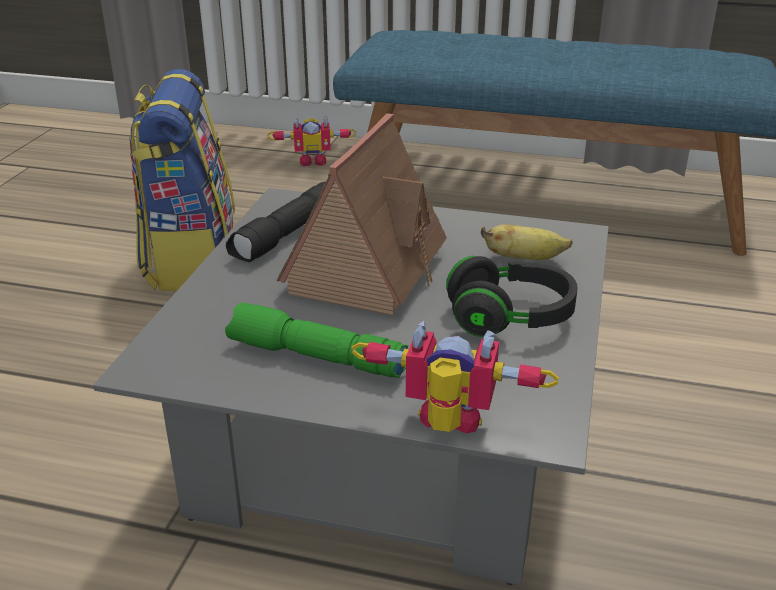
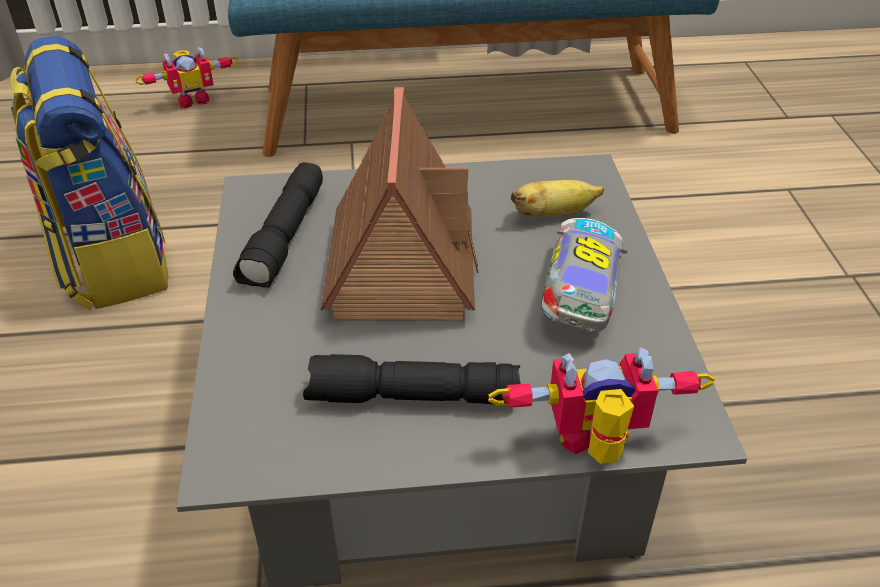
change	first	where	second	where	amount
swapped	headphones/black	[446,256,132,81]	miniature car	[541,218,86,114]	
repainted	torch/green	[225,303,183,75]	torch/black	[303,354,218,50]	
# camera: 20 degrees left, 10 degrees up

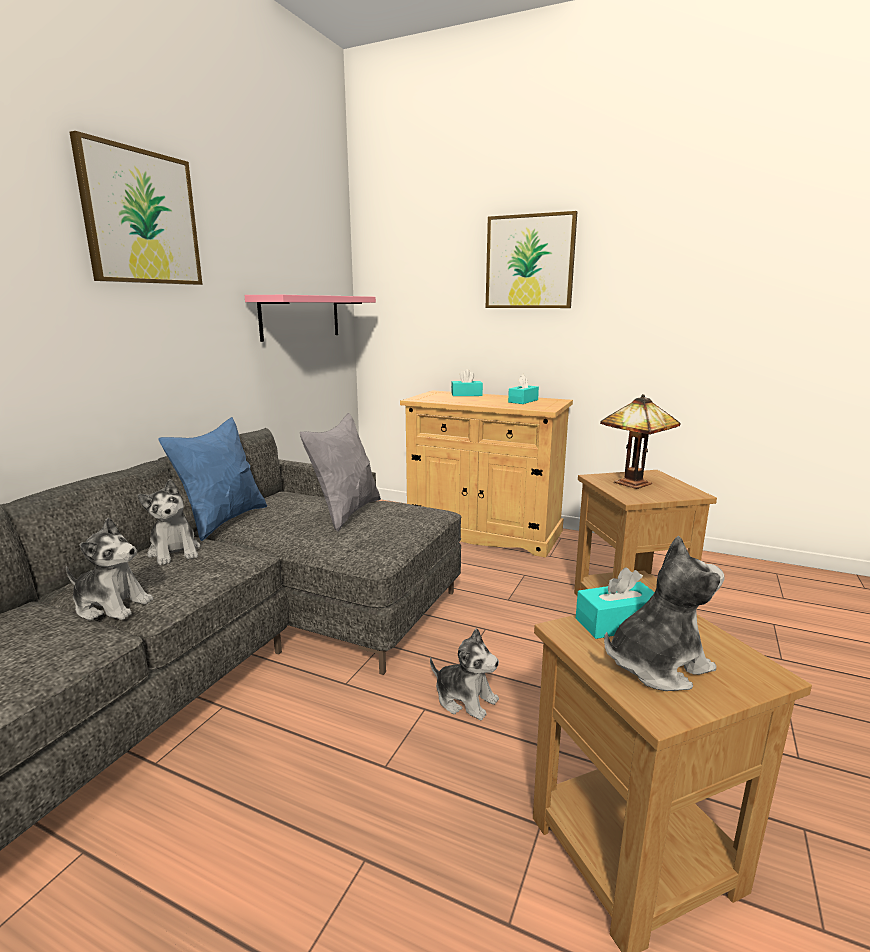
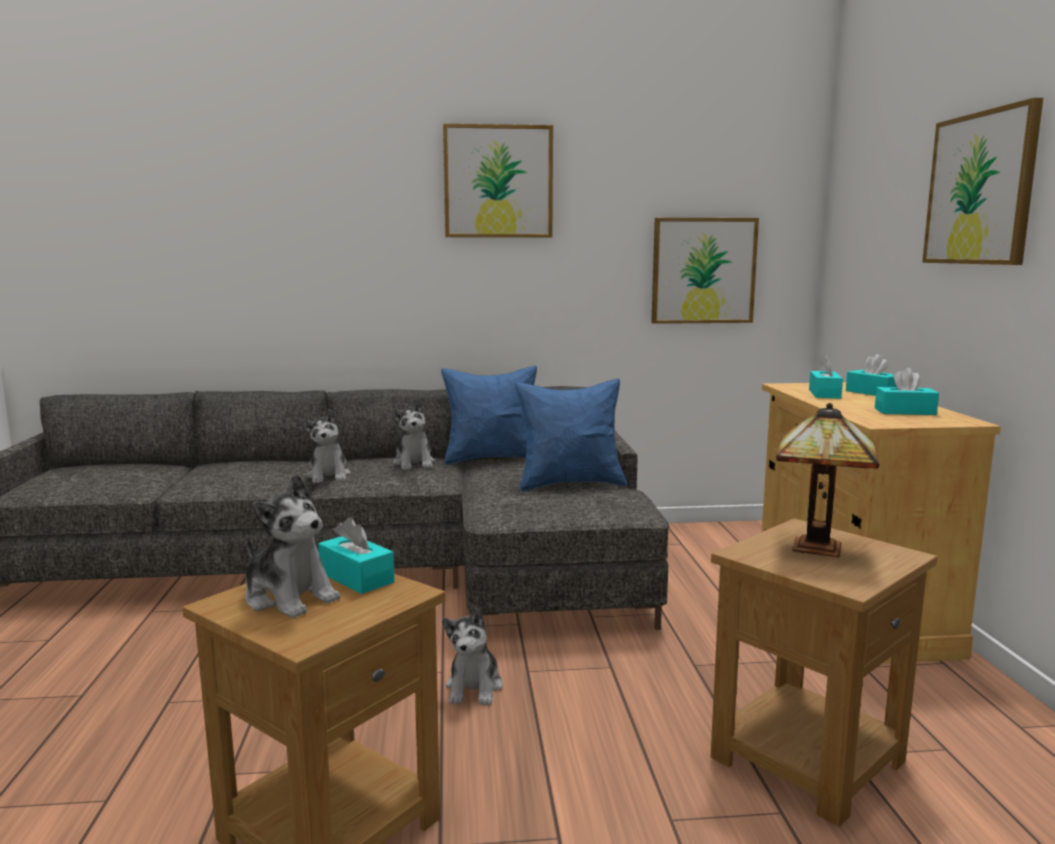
change	first	where	second	where	amount
swapped	bracket shelf/pink	[245,295,131,47]	wall art	[651,218,108,106]	
repainted	cushion/grey	[300,413,81,119]	cushion/blue	[515,378,112,113]	
rotated	soft toy	[137,479,64,86]		[391,399,44,71]	45 degrees counterclockwise
new			tissue box/turquoise	[809,355,34,44]	
# camera: 60 degrees right, 5 degrees down

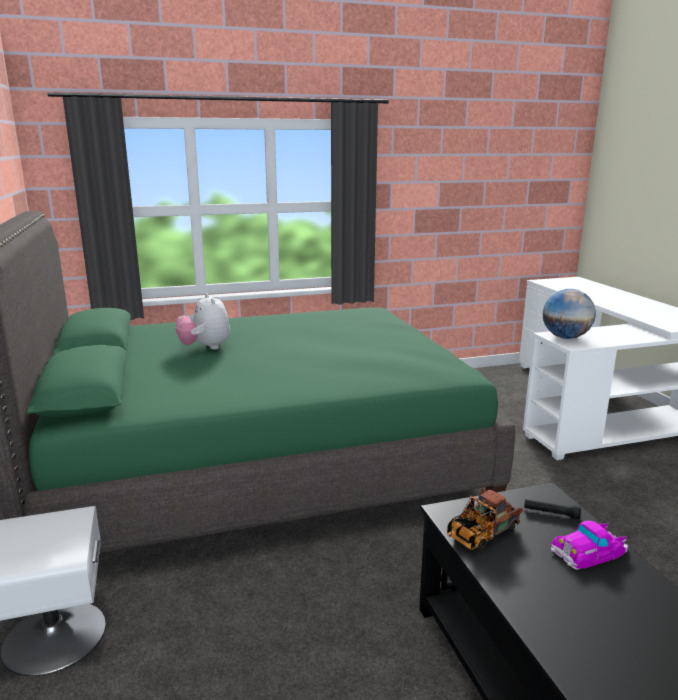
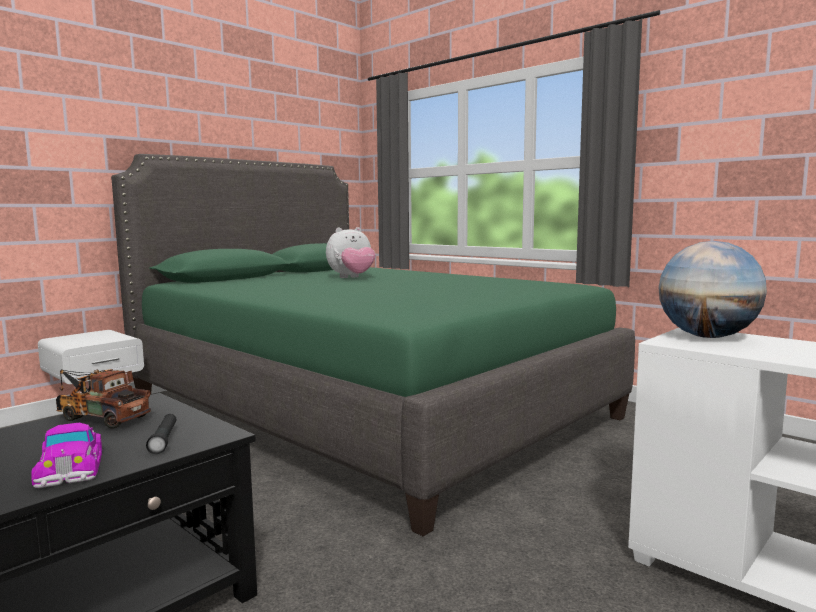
change	first	where	second	where	amount
rotated	soft toy	[176,293,54,57]		[326,227,50,51]	150 degrees counterclockwise
rotated	miniature car	[551,521,77,49]		[31,423,71,65]	150 degrees counterclockwise
# camera: 60 degrees right, 10 degrees down

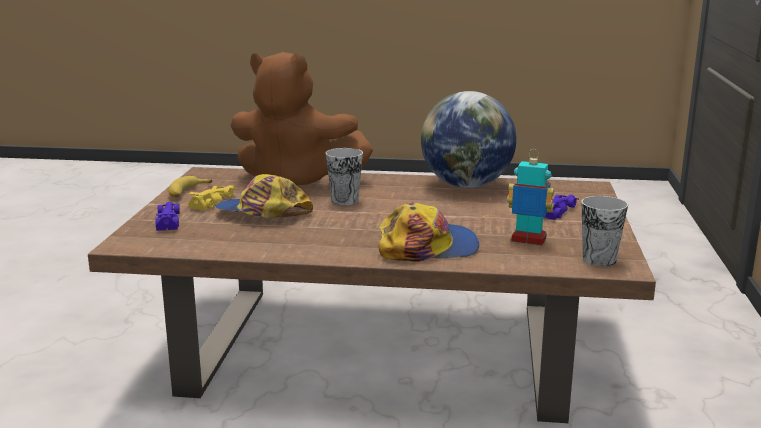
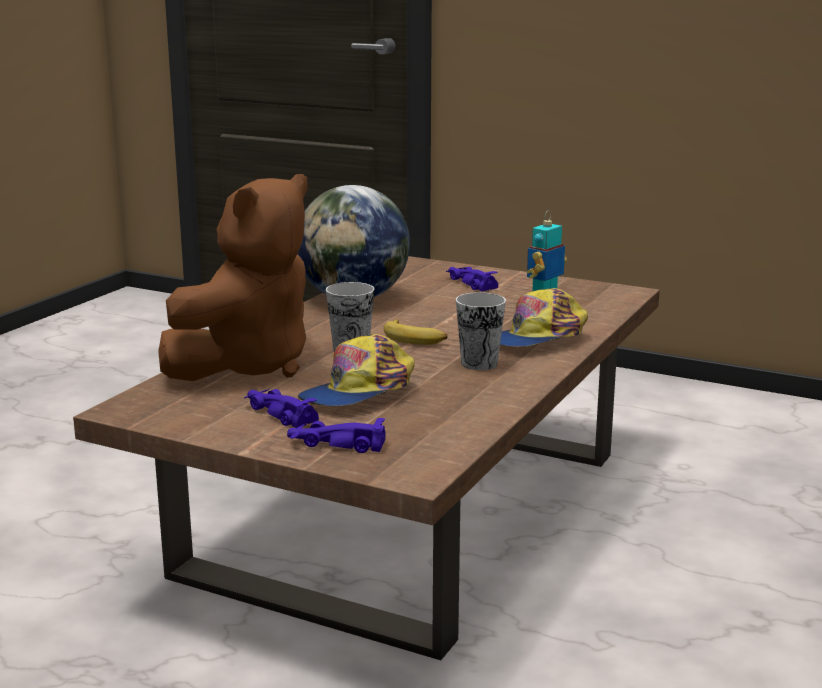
change	first	where	second	where	amount
shifted	whole banana	[168,176,44,22]		[384,319,64,26]	
repainted	miniature car/yellowish	[188,185,49,26]	miniature car/purple	[244,389,75,39]	
shifted	cup	[581,196,47,70]		[456,292,50,78]	
rotated	peaked cap	[378,202,101,60]		[500,288,88,59]	135 degrees counterclockwise
# camera: 70 degrees left, 0 degrees up

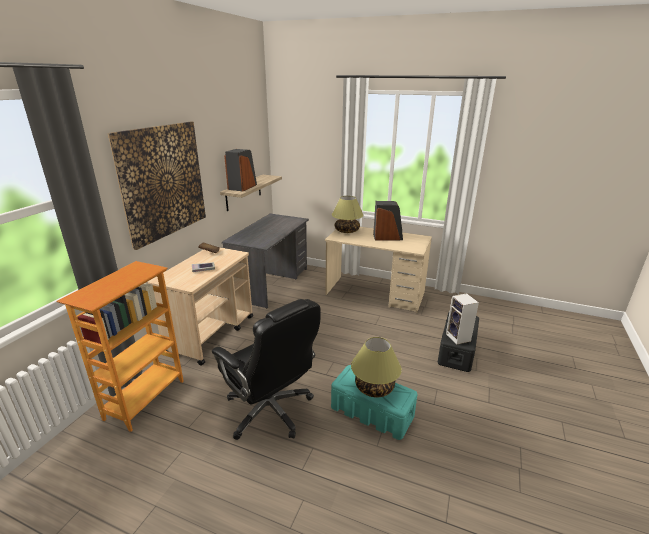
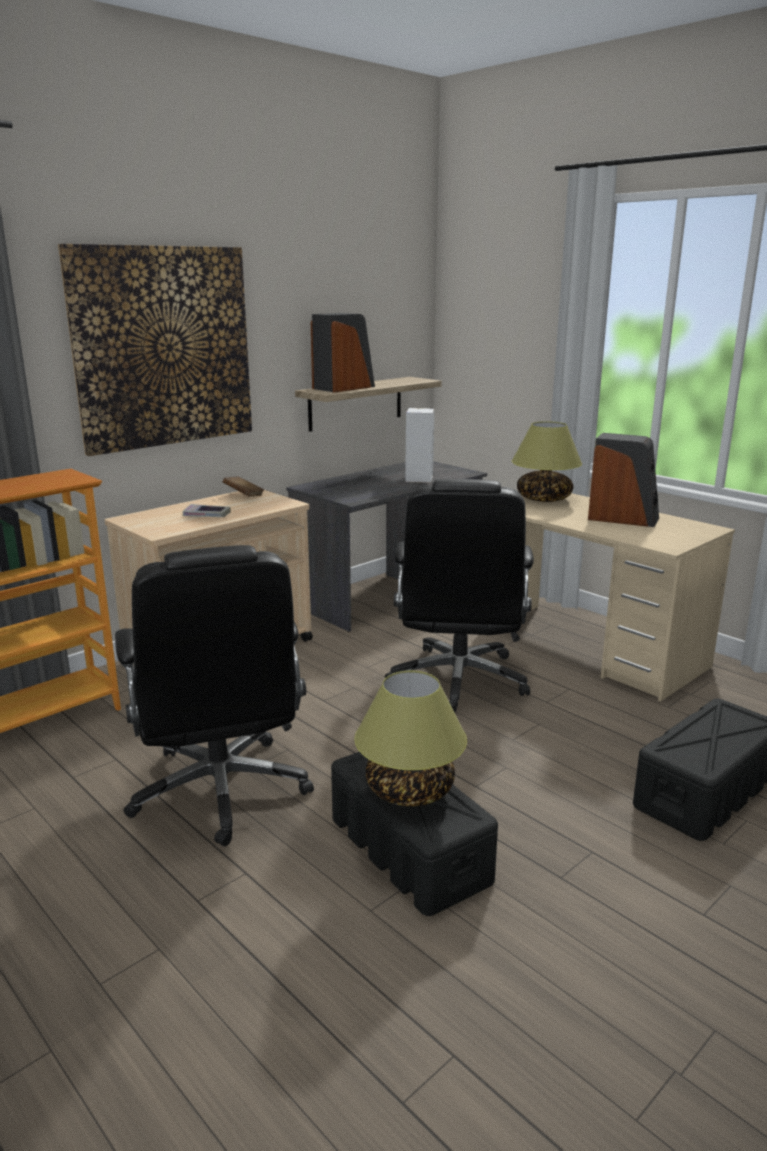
change	first	where	second	where	amount
shifted	loudspeaker	[446,293,33,52]		[405,408,29,75]	
repainted	storage box/turquoise	[331,365,86,75]	storage box/black	[331,752,167,164]	
new			computer chair/black	[385,479,149,234]	
# camera: 25 degrees right, 5 degrees down

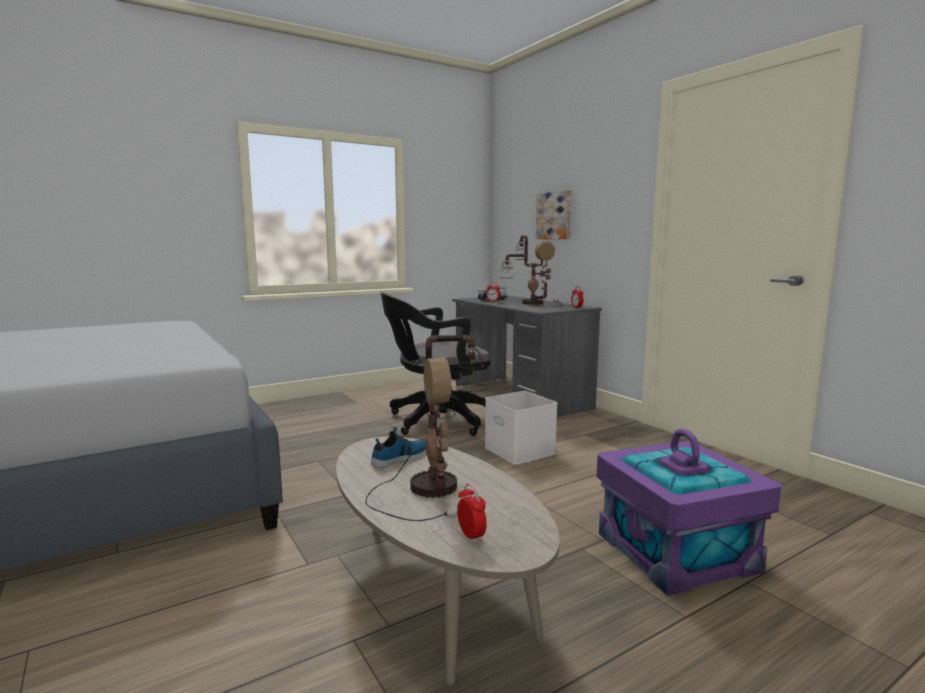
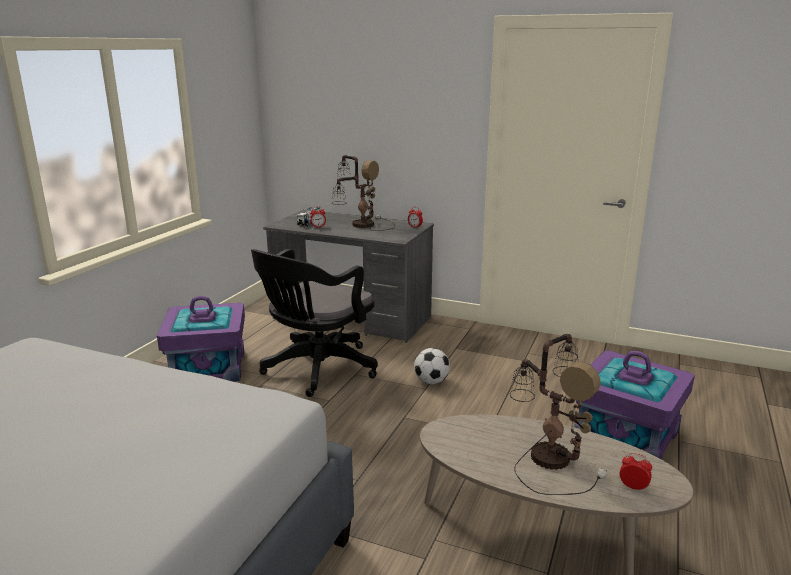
change	first	where	second	where	amount
gone	wall art	[536,190,35,49]			
swapped	storage box/whitish	[485,391,73,74]	football	[414,348,36,36]	
gone	item of footwear	[371,427,55,41]			
new			storage box/purple	[157,296,88,86]	
# camera: 35 degrees left, 10 degrees up

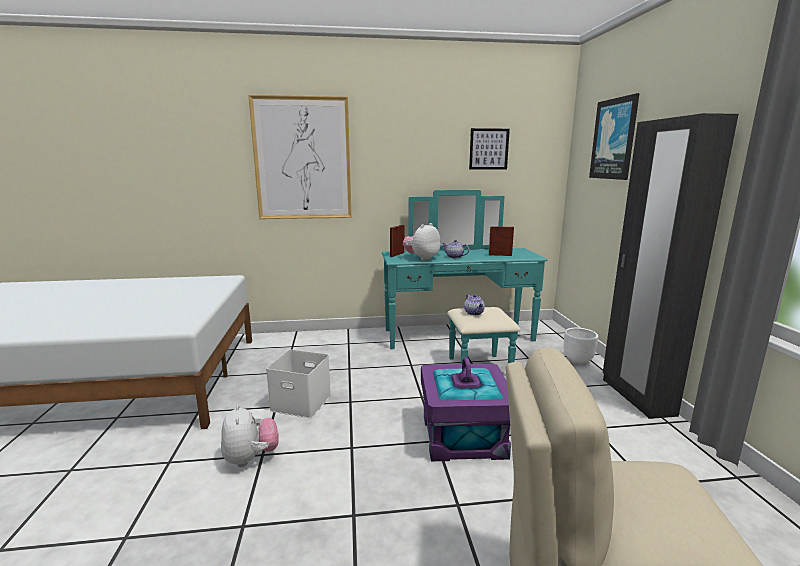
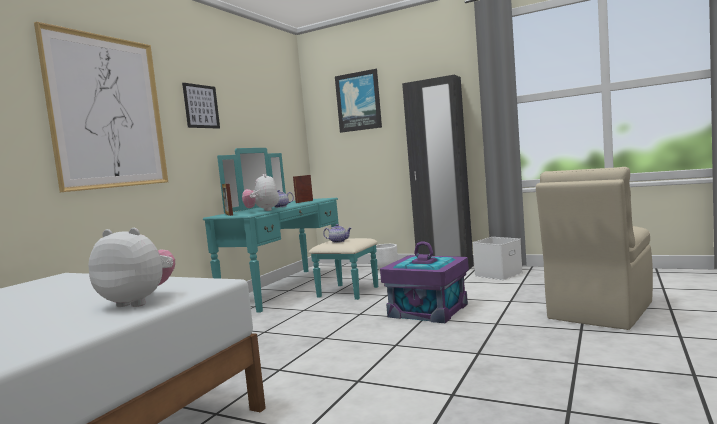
change	first	where	second	where	amount
shifted	wall art	[469,128,41,42]		[182,83,38,46]	
shifted	storage box/whitish	[266,349,65,69]		[472,237,51,43]	
shifted	soft toy	[221,405,58,62]		[88,228,87,79]	
# camera: 55 degrees left, 10 degrees down

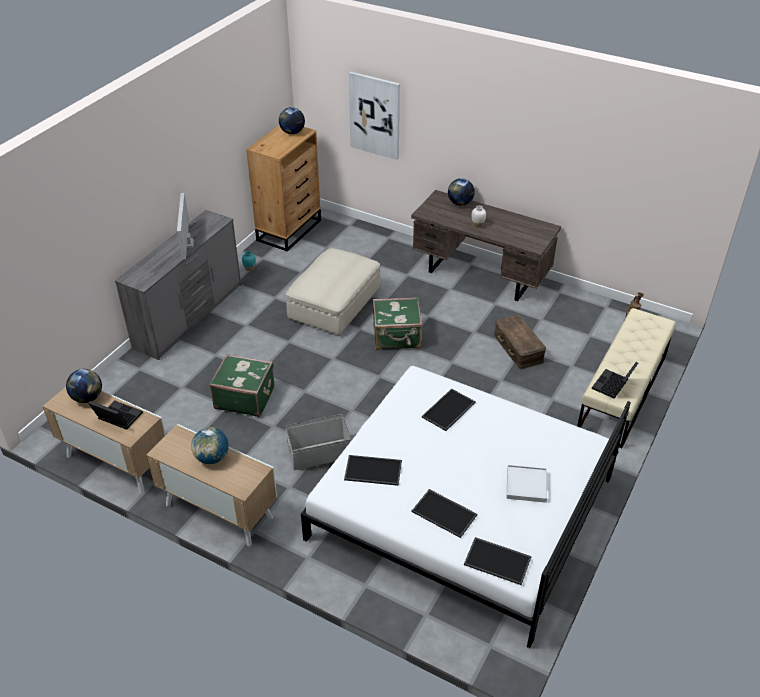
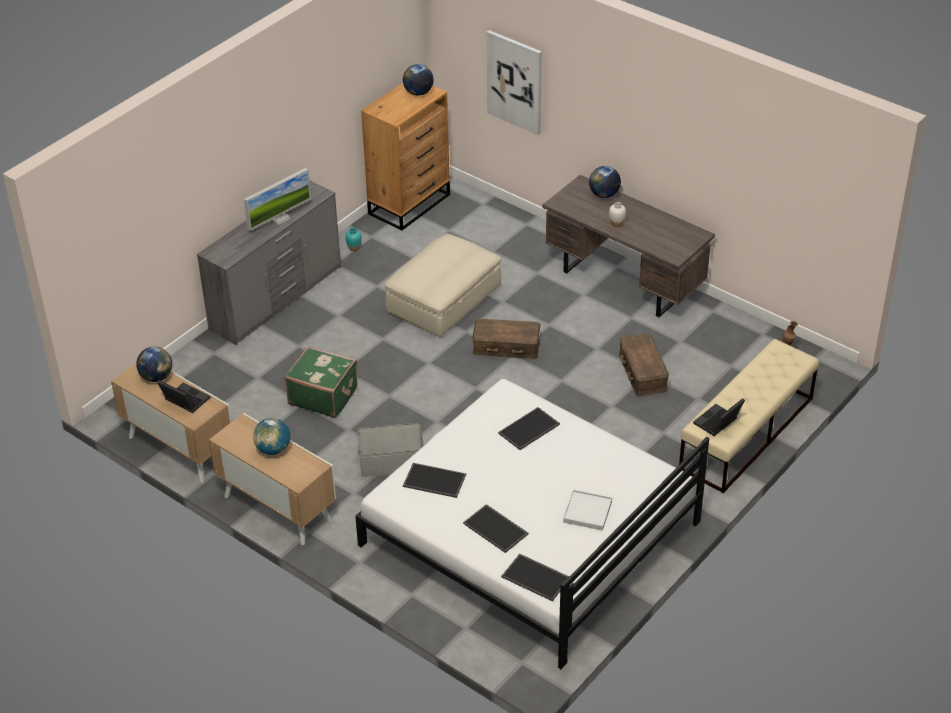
change	first	where	second	where	amount
rotated	monitor	[177,193,17,67]		[244,168,67,63]	135 degrees counterclockwise
swapped	travel case/green	[373,297,49,53]	storage box/brown-coloured	[472,318,68,41]	
# camera: 10 degrees right, 0 degrees up

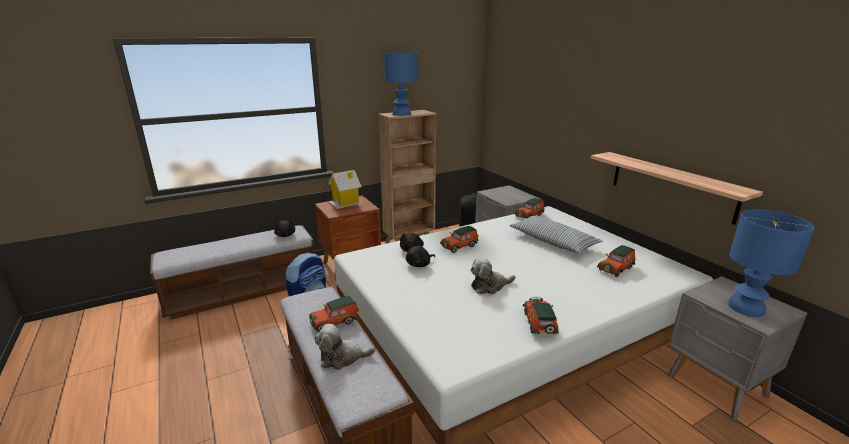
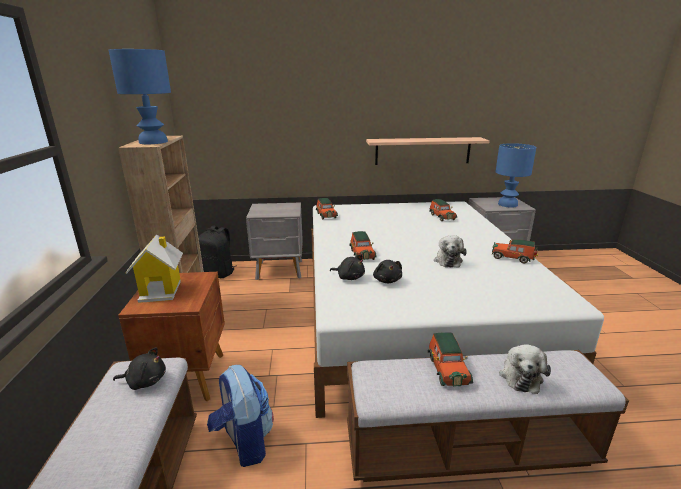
change	first	where	second	where	amount
gone	cushion	[509,216,94,37]			
# camera: 65 degrees left, 0 degrees up

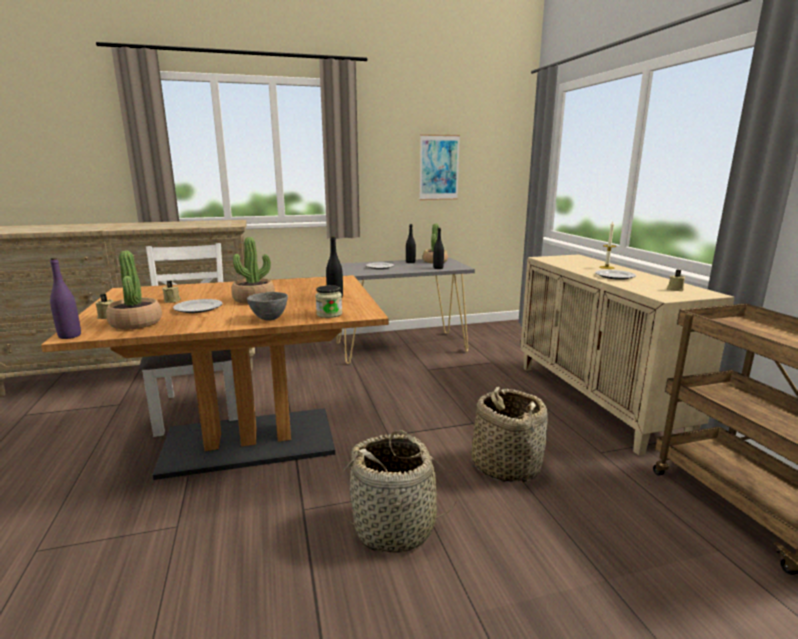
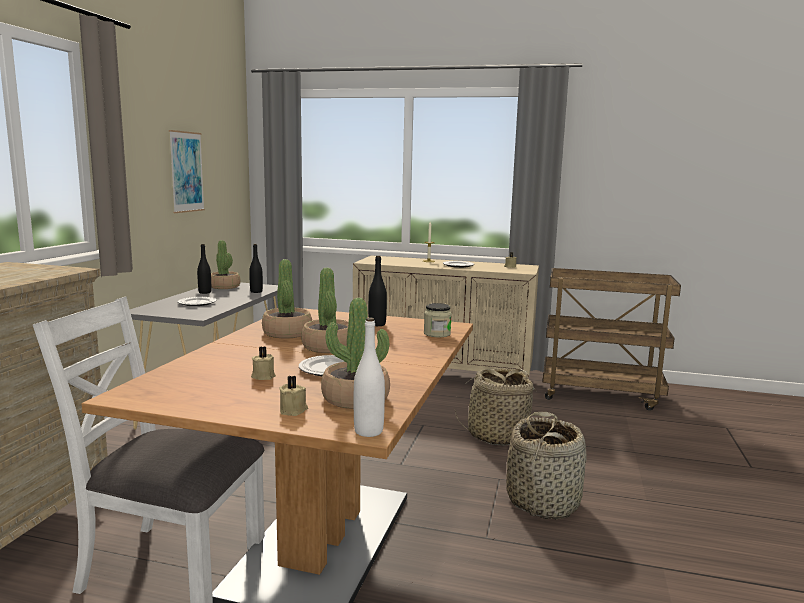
change	first	where	second	where	amount
repainted	beverage bottle/purple	[50,258,31,81]	beverage bottle/whitish	[354,317,31,120]	
gone	serving bowl/grey	[247,292,41,28]			
new			houseplant	[262,259,50,79]	
# camera: 60 degrees left, 5 degrees down

